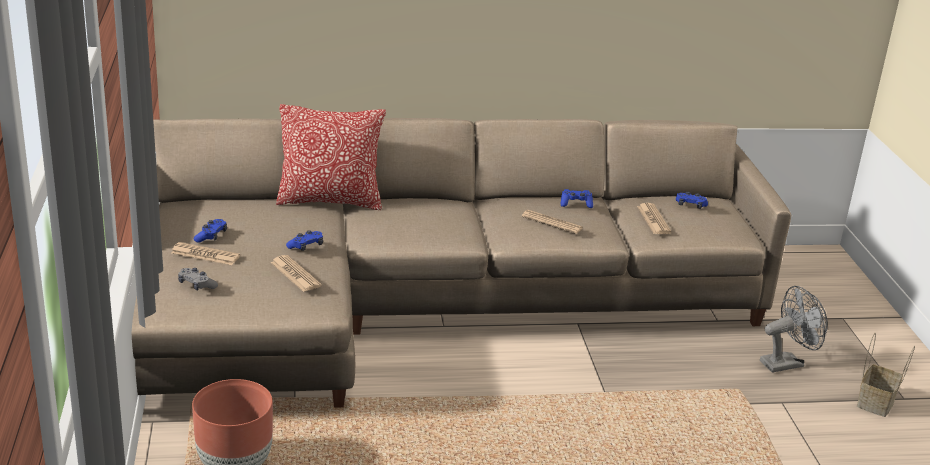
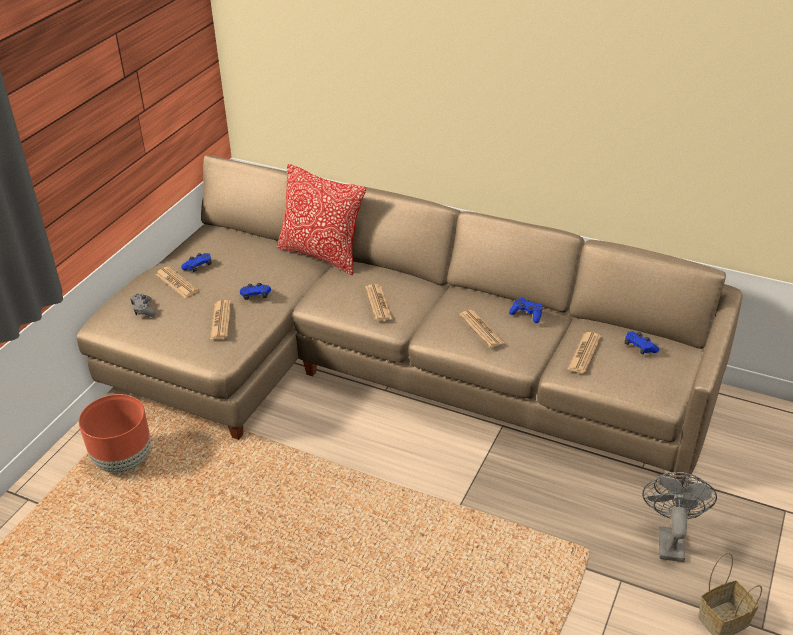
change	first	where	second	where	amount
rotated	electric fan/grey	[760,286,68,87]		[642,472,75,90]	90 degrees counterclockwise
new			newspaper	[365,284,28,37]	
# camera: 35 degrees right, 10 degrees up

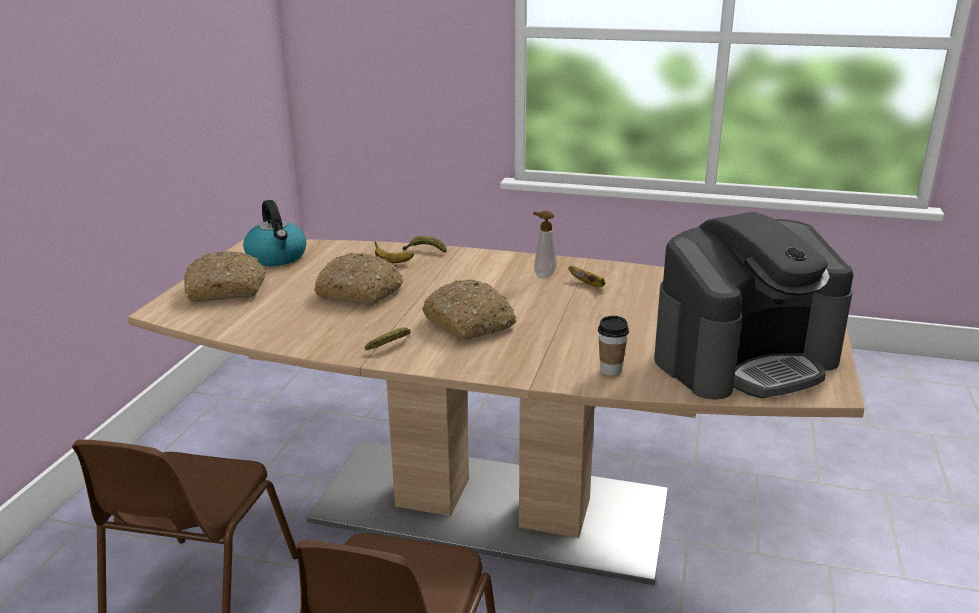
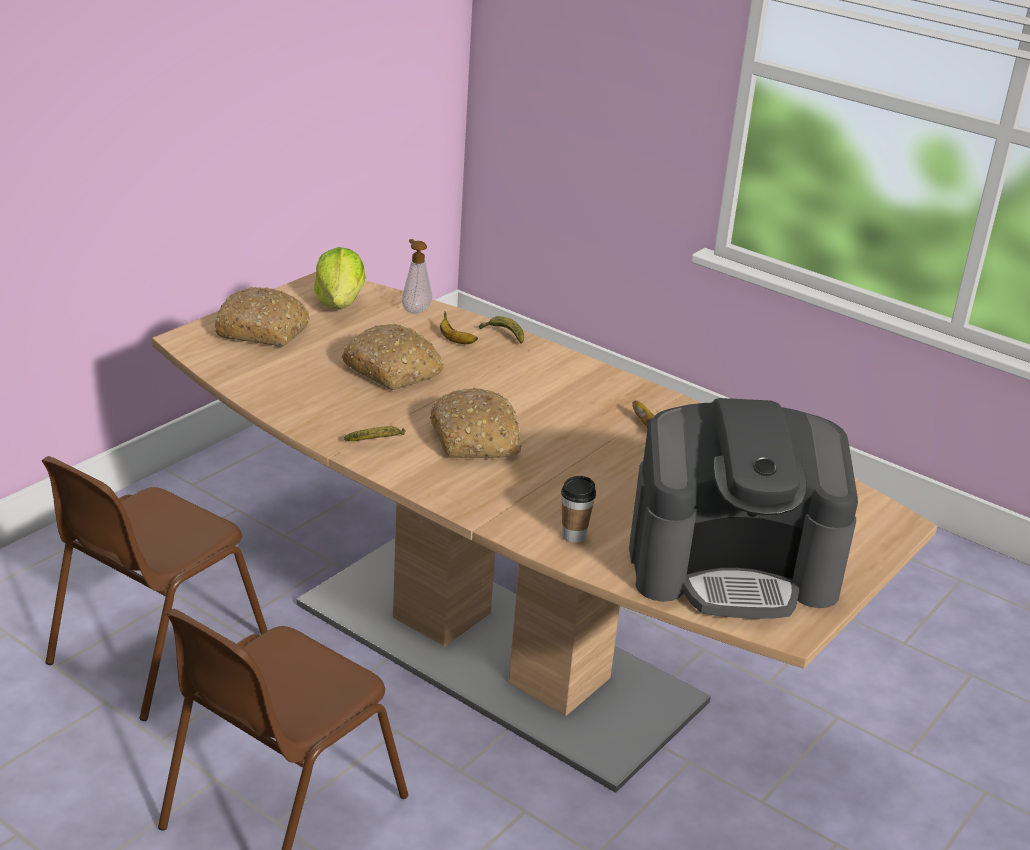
change	first	where	second	where	amount
swapped	water kettle	[243,200,64,66]	lettuce	[314,247,52,62]	
shifted	liquid soap bottle	[533,211,24,68]		[402,239,30,74]	
# camera: 20 degrees right, 5 degrees up

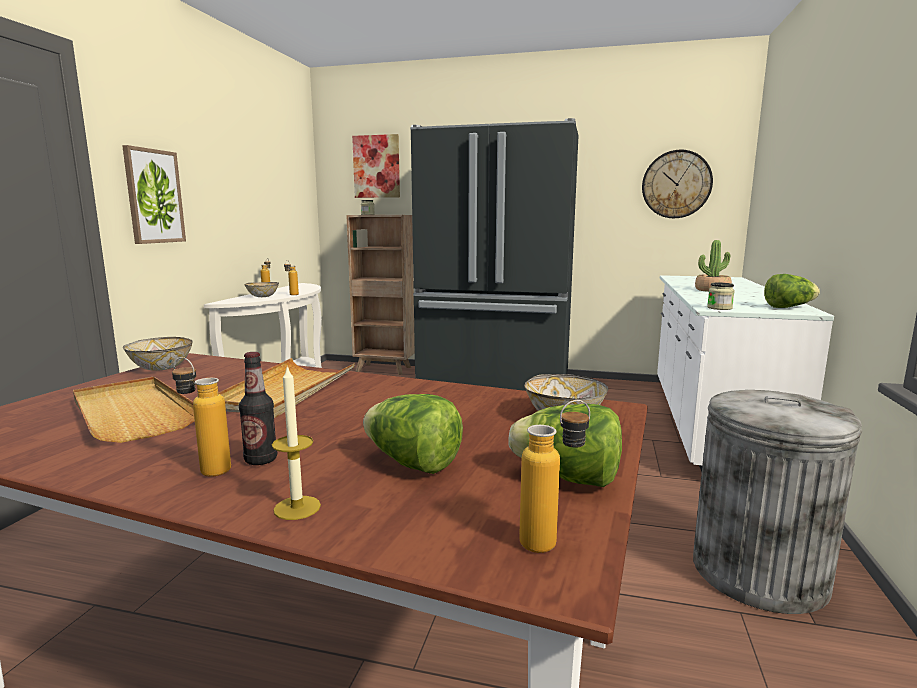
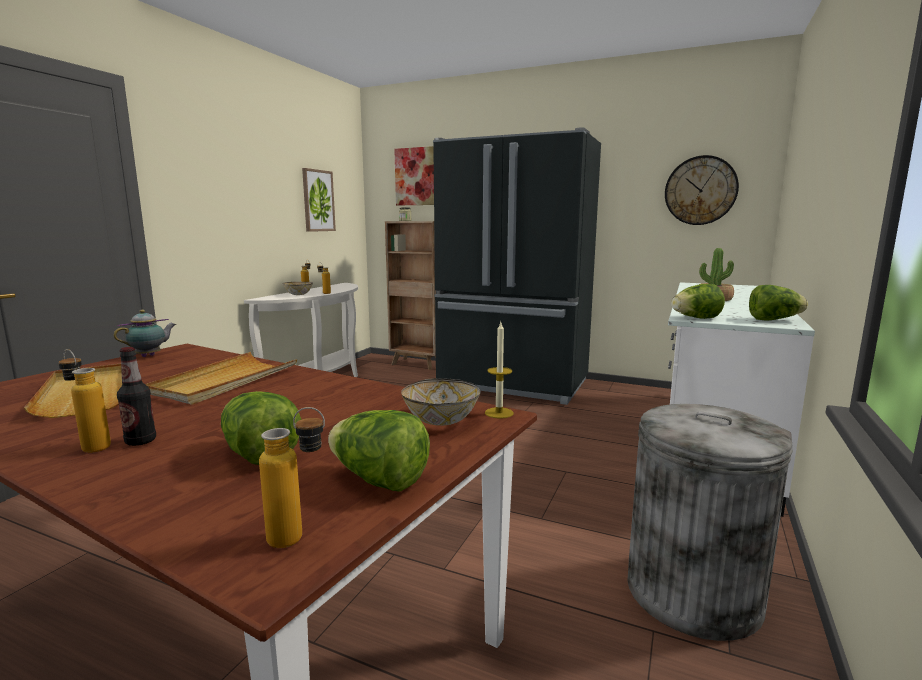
change	first	where	second	where	amount
shifted	wall art	[122,145,64,99]		[302,168,34,64]	
swapped	jar	[707,282,28,28]	lettuce	[671,284,54,35]	
swapped	serving bowl	[123,337,69,34]	pot for tea	[114,310,62,47]	
shifted	wax candle	[272,366,49,154]		[485,322,29,97]	
# camera: 10 degrees right, 0 degrees up

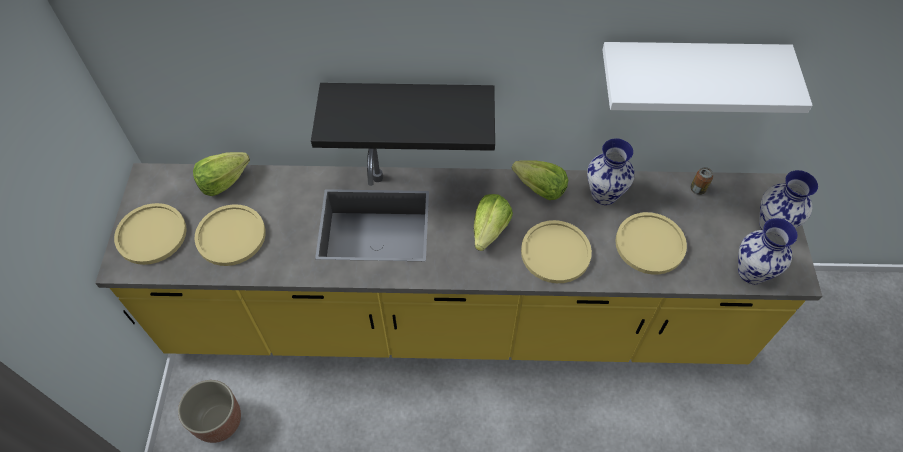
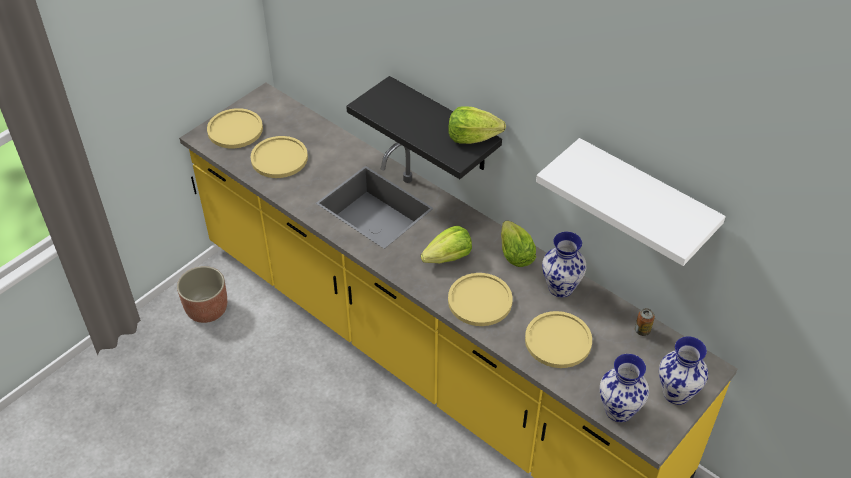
change	first	where	second	where	amount
shifted	lettuce	[193,152,57,44]		[448,106,58,38]	
# camera: 40 degrees right, 10 degrees down

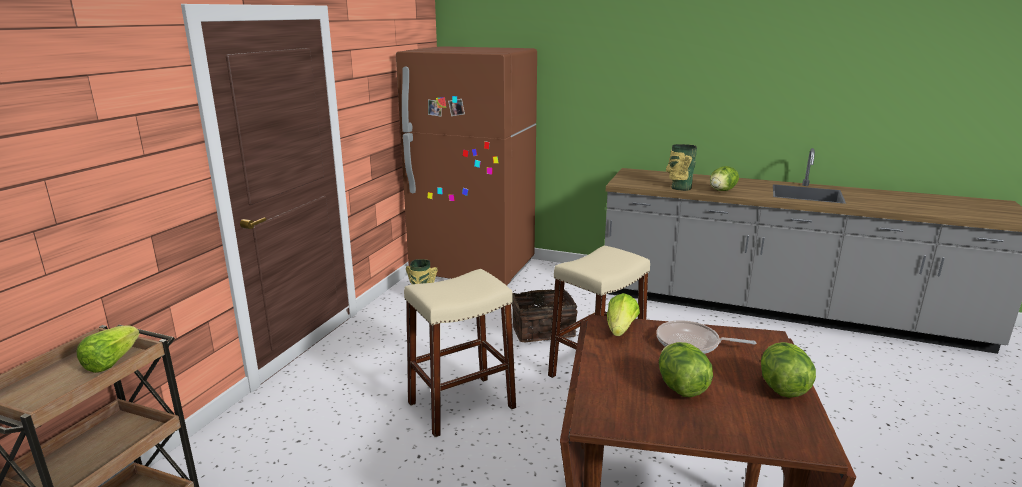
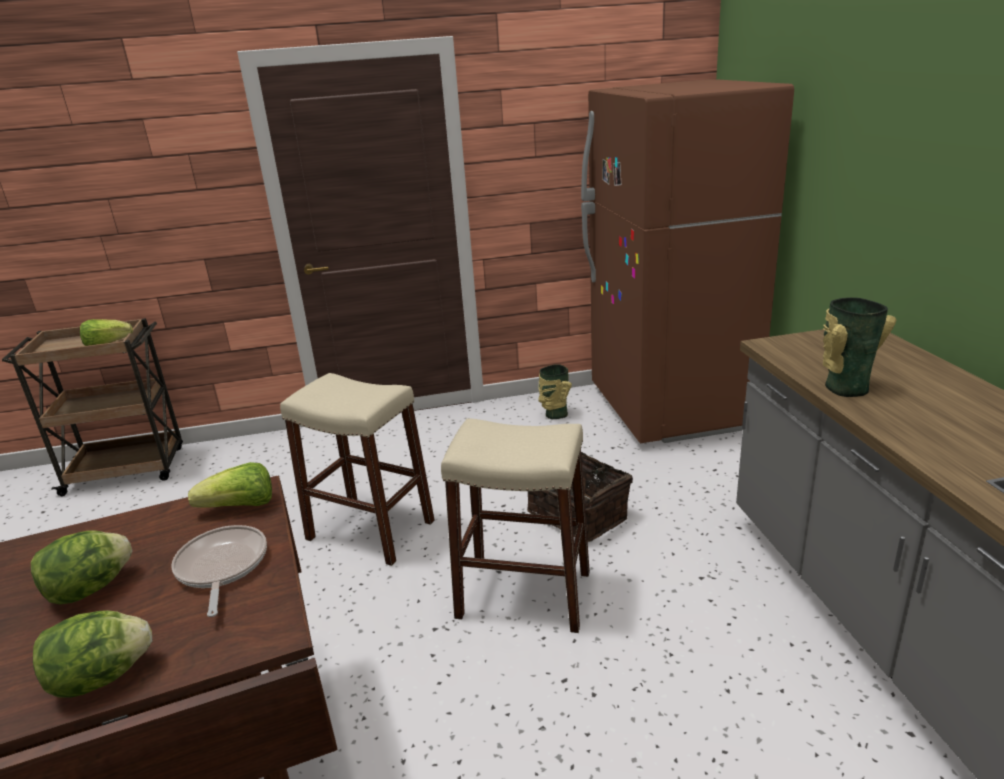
change	first	where	second	where	amount
gone	lettuce	[710,166,29,25]			
# camera: 60 degrees right, 5 degrees up

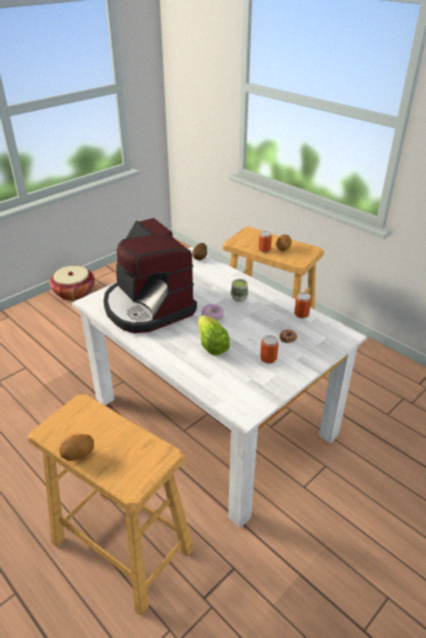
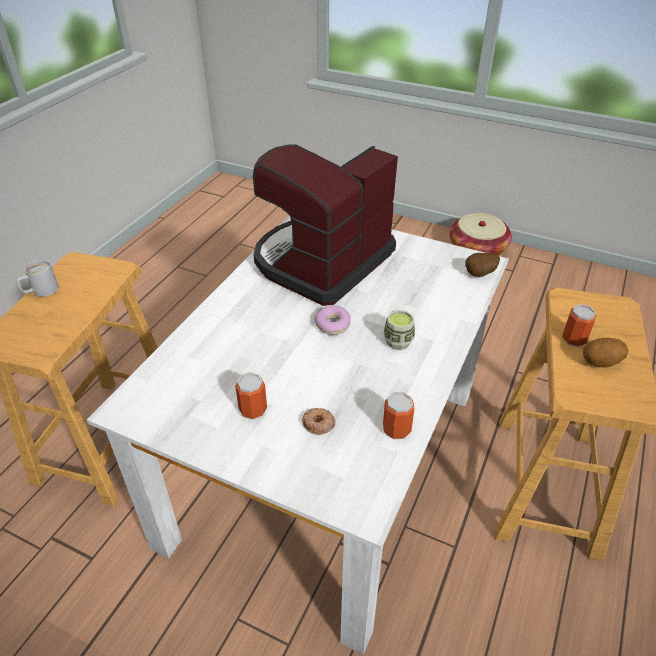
change	first	where	second	where	amount
gone	lettuce	[198,315,32,40]			
swapped	potato	[59,434,35,27]	tea mug/whitish	[16,260,43,37]	
# camera: 70 degrees right, 5 degrees up

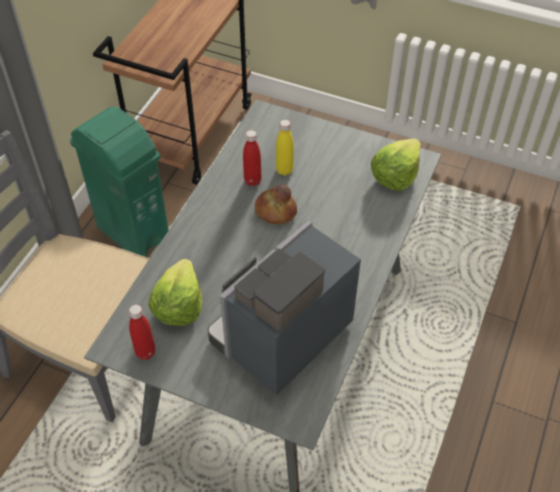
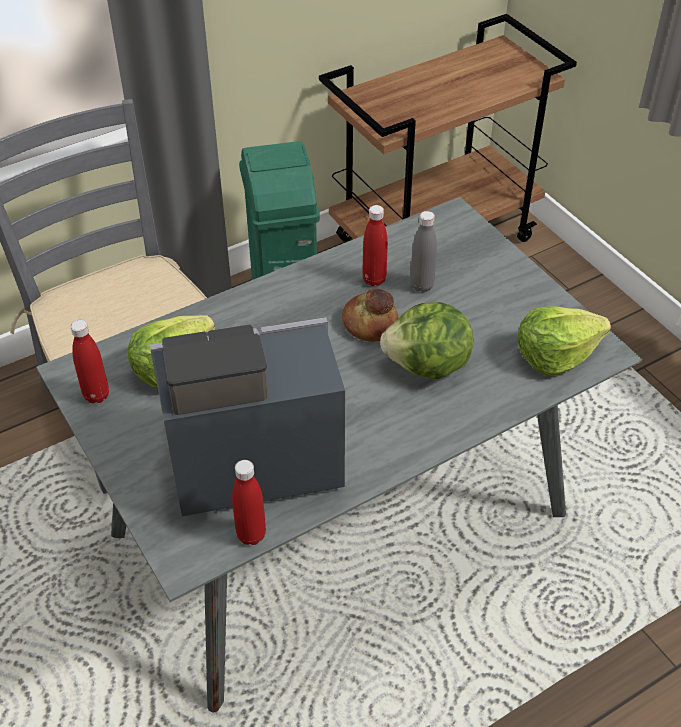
change	first	where	second	where	amount
repainted	beverage bottle/yellowish	[276,120,18,56]	beverage bottle/grey	[410,211,27,81]	
new			lettuce	[380,302,93,77]	
new			beverage bottle/reddish	[232,460,34,85]	
# camera: 35 degrees right, 5 degrees down

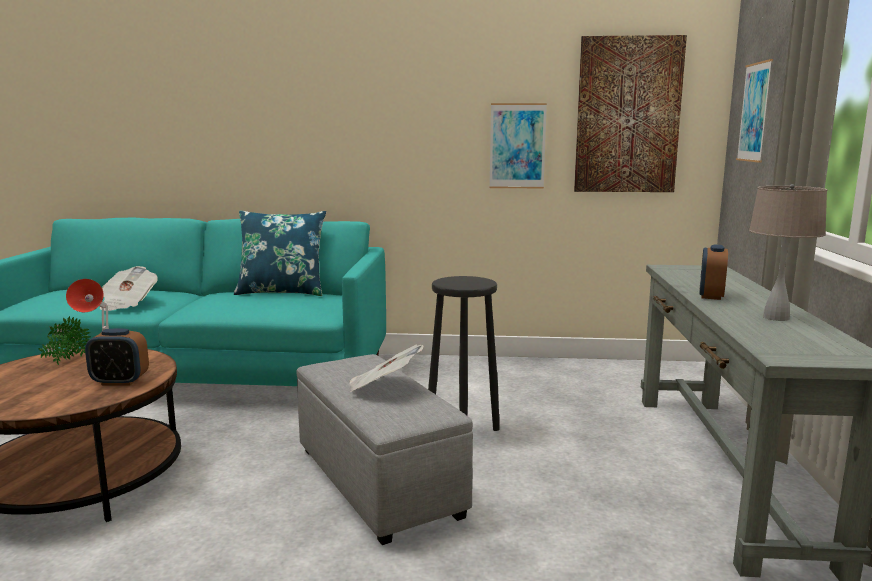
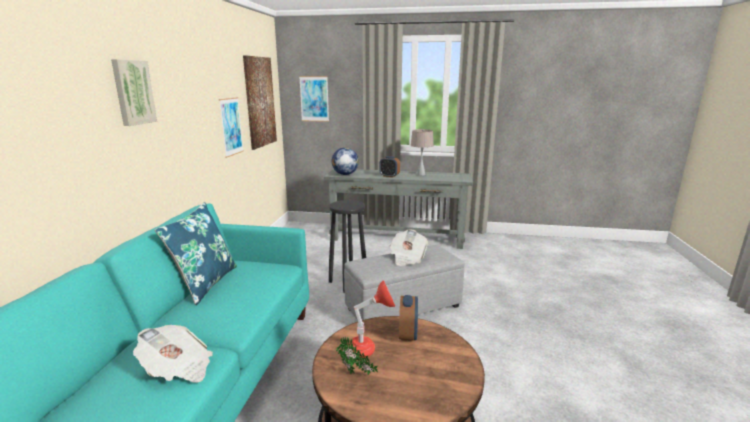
change	first	where	second	where	amount
new			wall art	[111,59,46,67]	
new			globe	[331,148,28,27]	
# camera: 85 degrees left, 5 degrees up

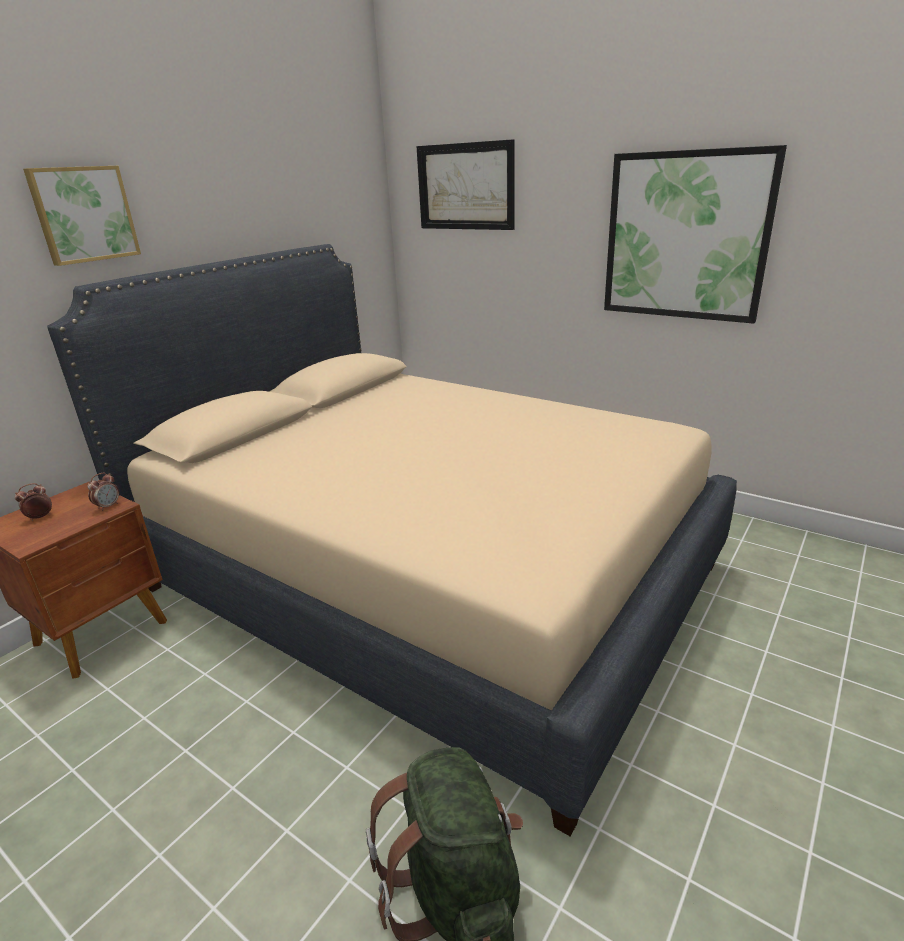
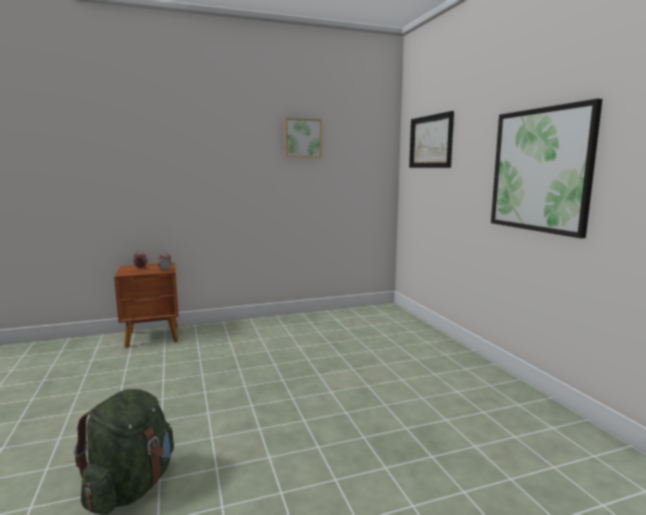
change	first	where	second	where	amount
shifted	wall art	[23,166,118,100]		[285,118,37,39]	
gone	sleeping bed/beige	[47,244,690,592]			
# camera: 35 degrees right, 15 degrees down

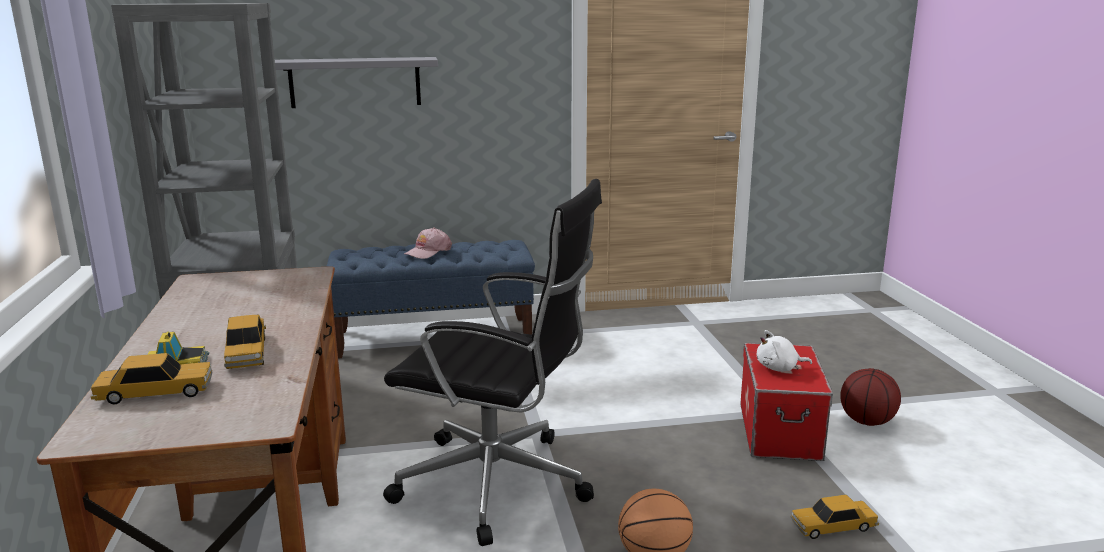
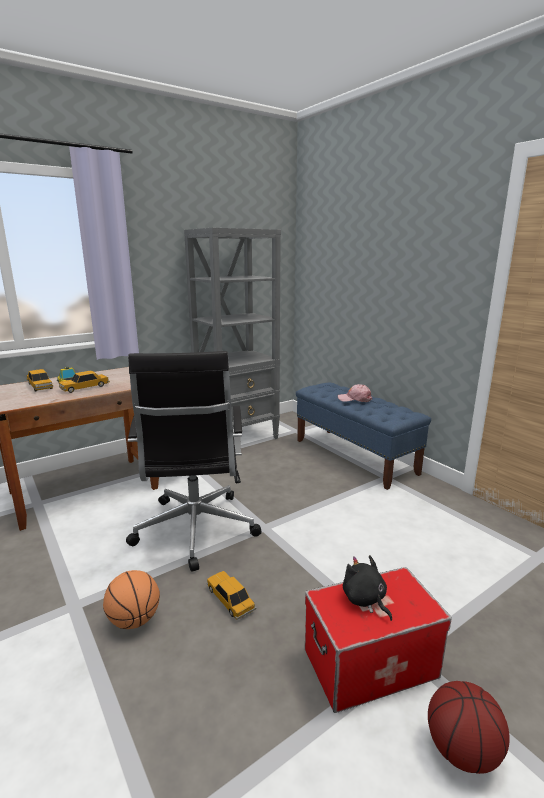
change	first	where	second	where	amount
gone	bracket shelf/grey	[275,57,163,51]			
repainted	soft toy/whitish	[757,330,55,42]	soft toy/black	[343,555,49,66]	
shifted	miniature car	[791,495,88,44]		[207,571,49,49]	
# camera: 65 degrees right, 0 degrees up

